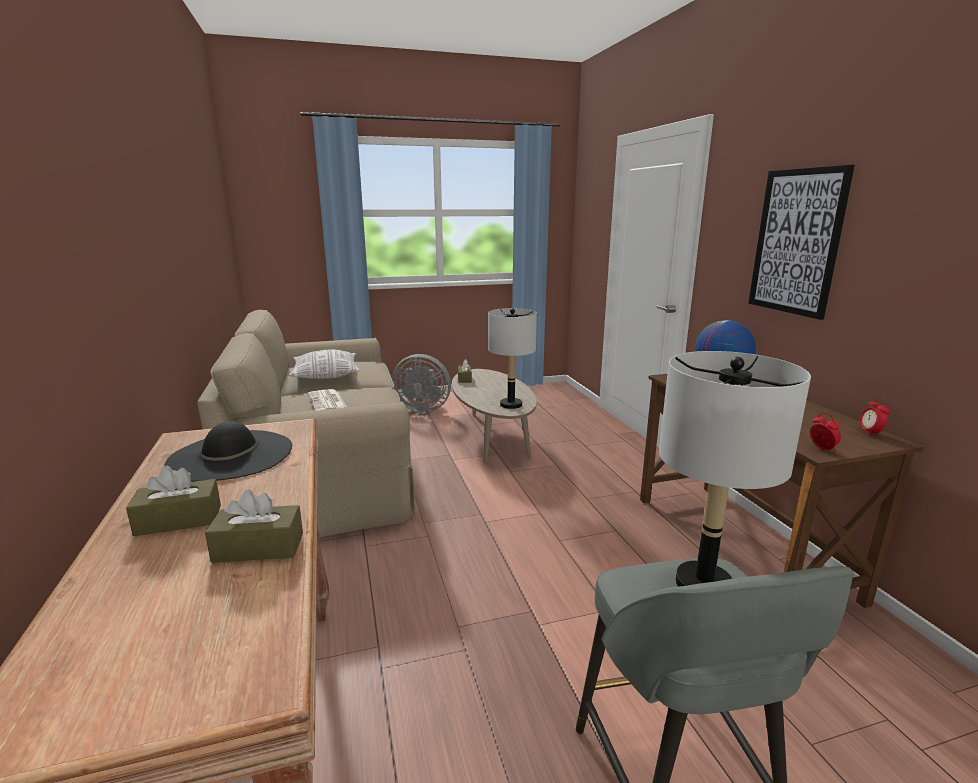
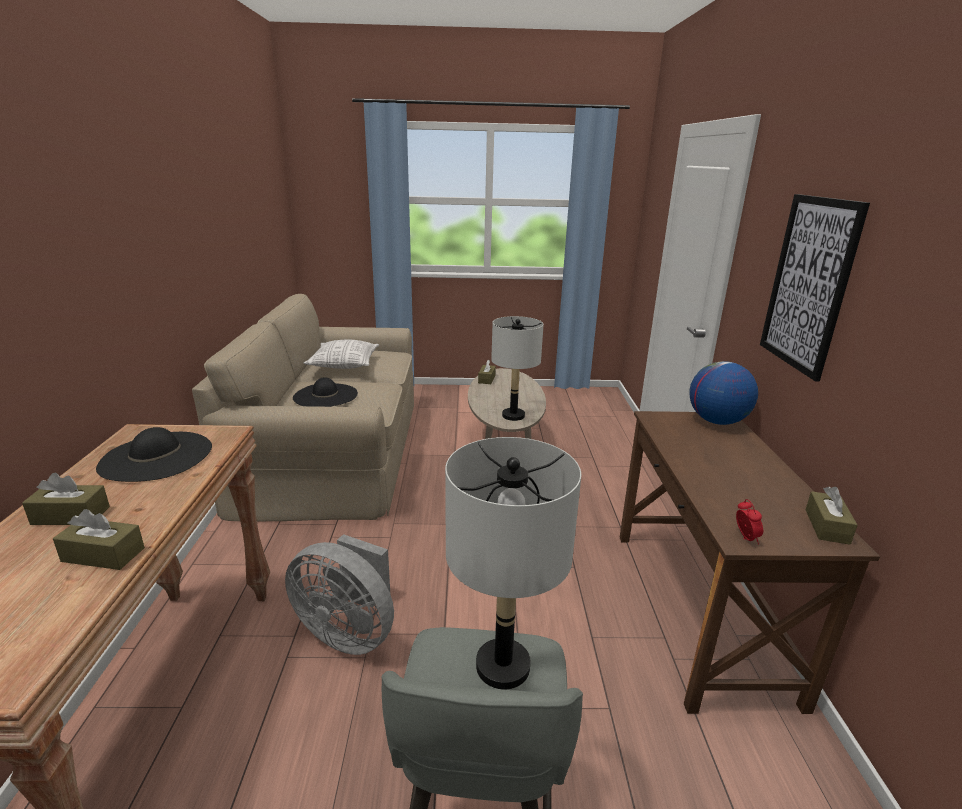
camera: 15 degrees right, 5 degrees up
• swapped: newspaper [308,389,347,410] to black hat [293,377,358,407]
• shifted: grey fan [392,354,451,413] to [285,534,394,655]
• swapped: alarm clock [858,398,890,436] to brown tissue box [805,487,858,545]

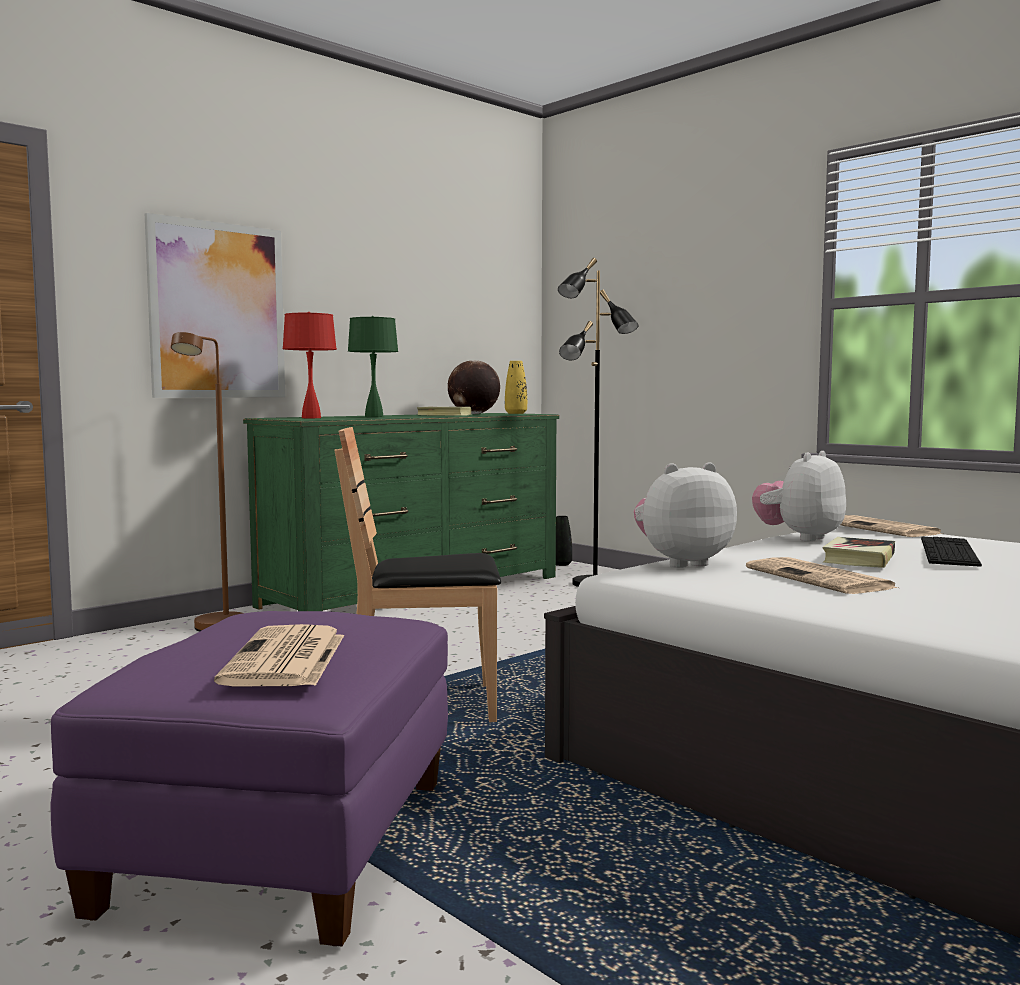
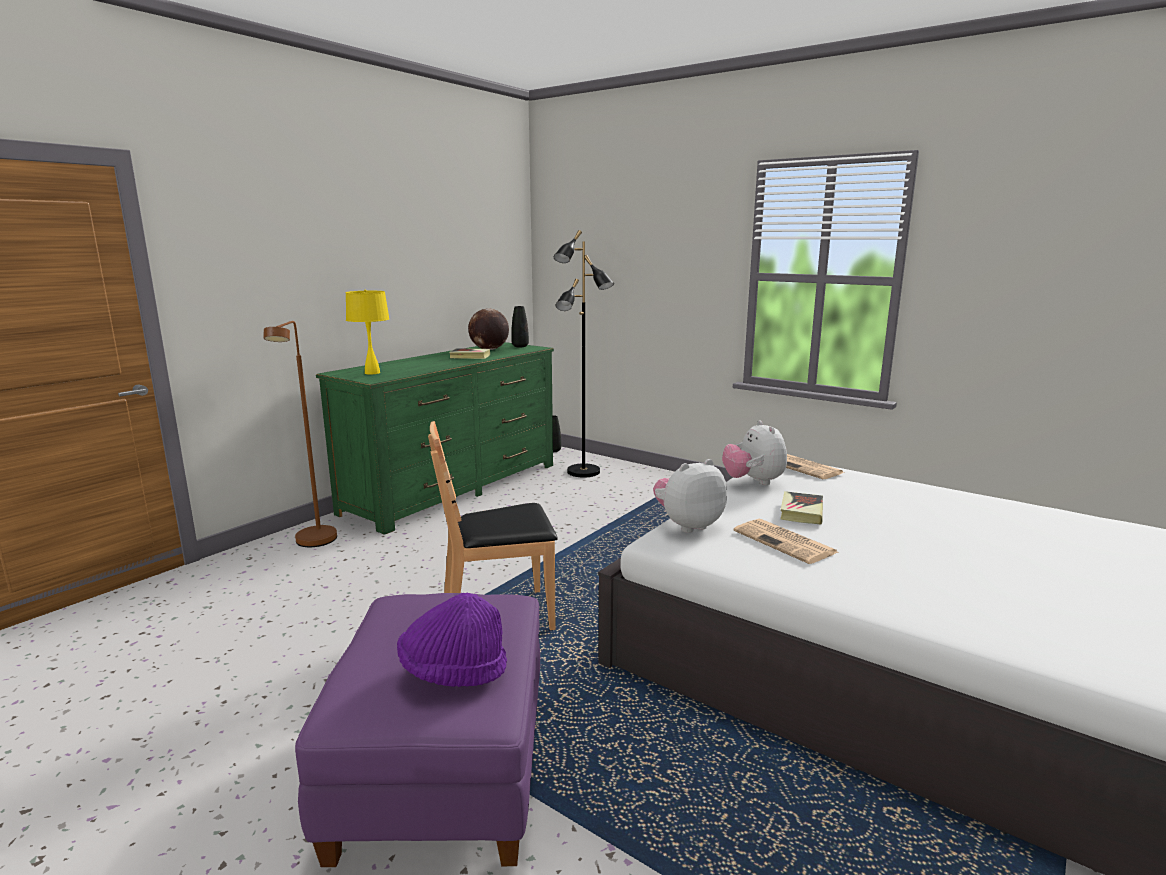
camera: 10 degrees left, 10 degrees up
• gone: picture [145,213,285,398]
• swapped: newspaper [214,624,344,686] to purple hat [397,593,507,687]
• repainted: red table lamp [283,312,337,418] to yellow table lamp [346,290,389,375]
• gone: green table lamp [348,316,398,417]
• repainted: yellow vase [505,361,527,414] to black vase [511,306,529,347]
• rotated: plush toy [752,451,846,542] = [722,420,787,485] 45 degrees counterclockwise
• gone: keyboard [921,537,982,567]

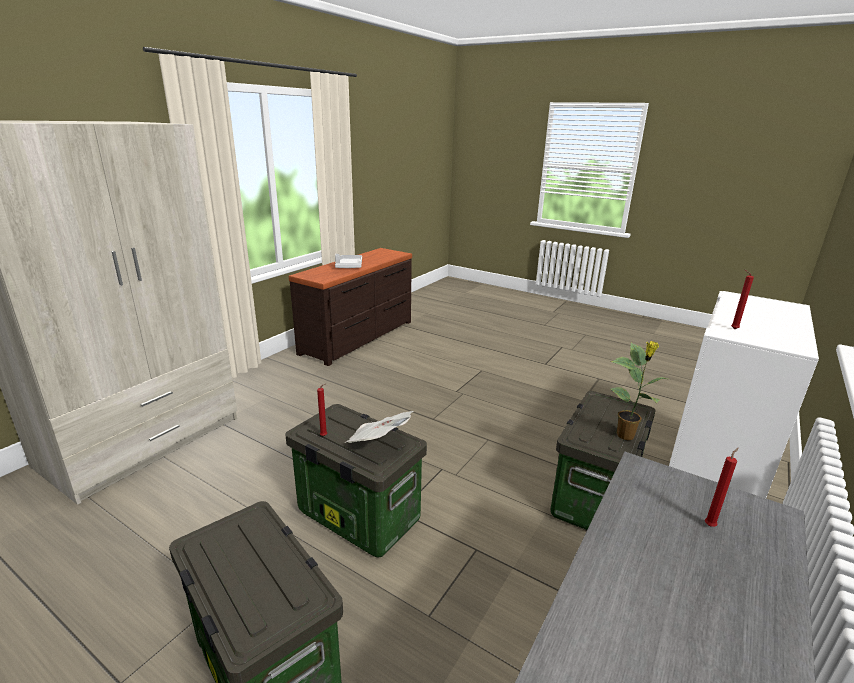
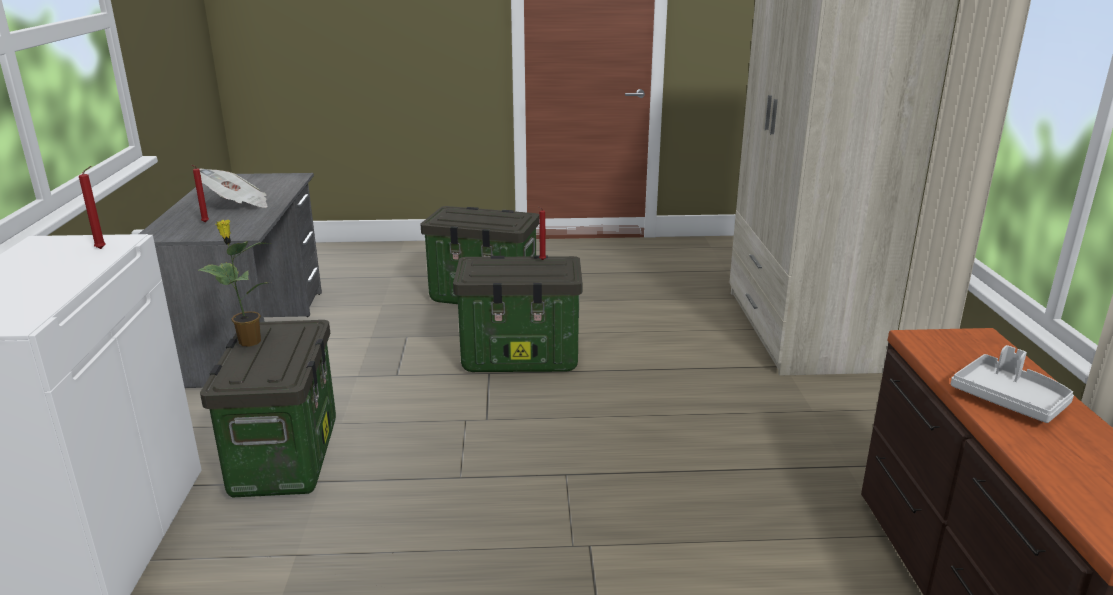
camera: 145 degrees right, 0 degrees up
• shifted: newspaper [345,411,414,443] to [200,169,268,208]

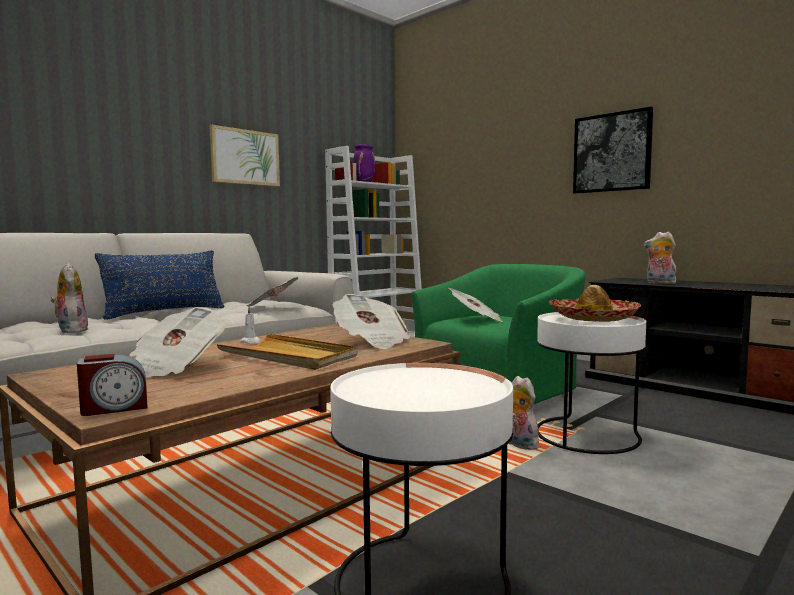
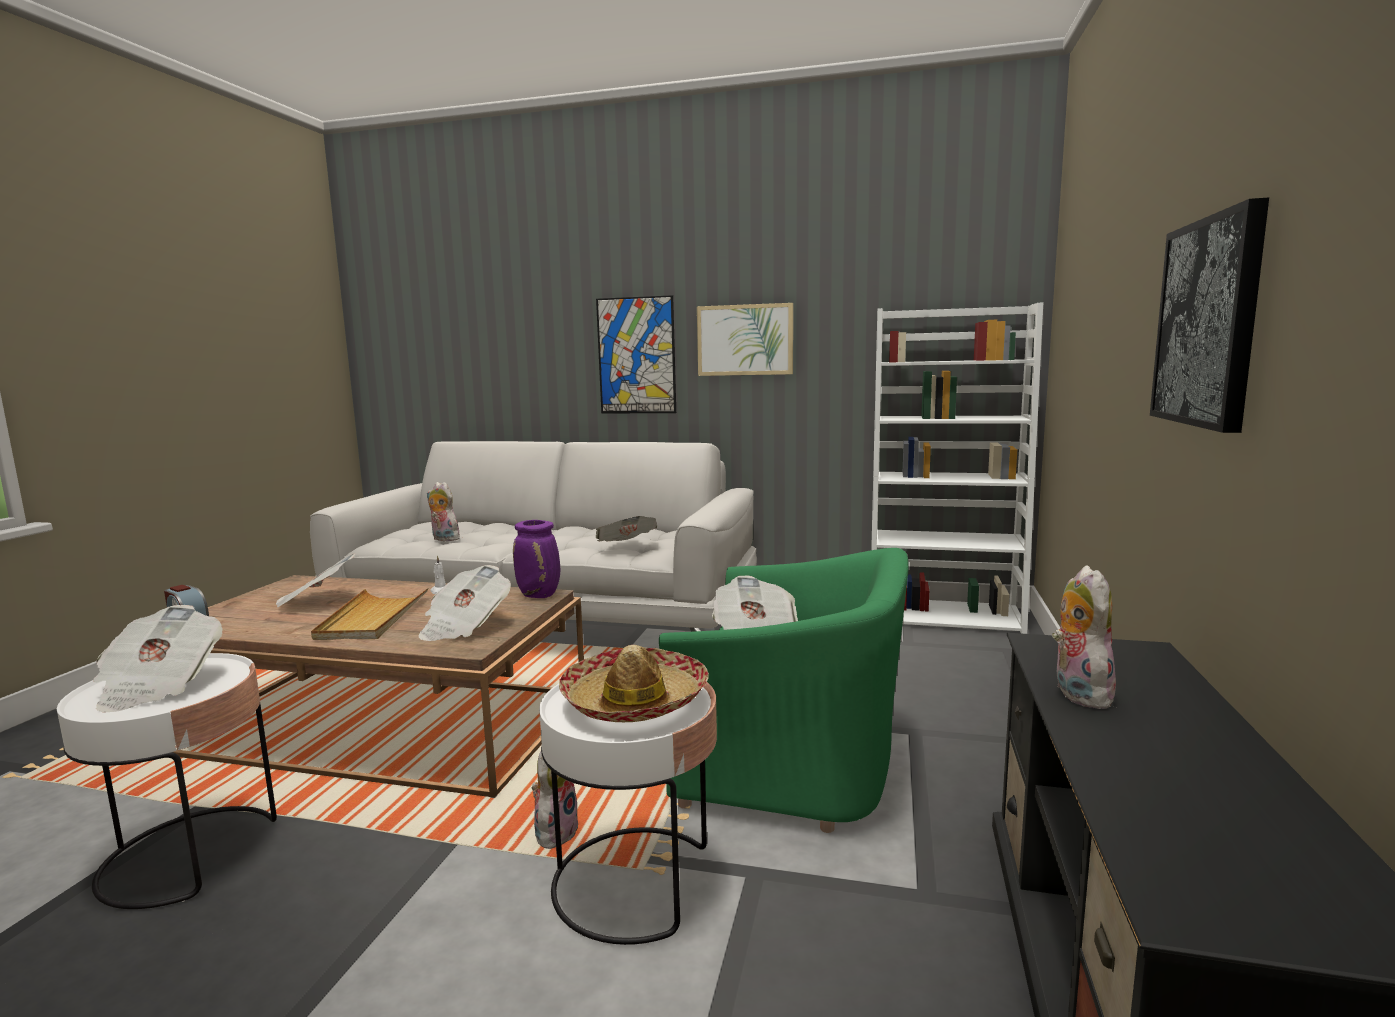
camera: 60 degrees right, 5 degrees up
• rotated: plush toy [51,263,89,333] = [427,482,461,541] 90 degrees counterclockwise
• gone: blue pillow [95,250,225,320]
• shifted: purple vase [353,144,375,182] to [513,520,560,598]
• new: newspaper [93,605,223,713]
• new: picture [596,295,676,414]

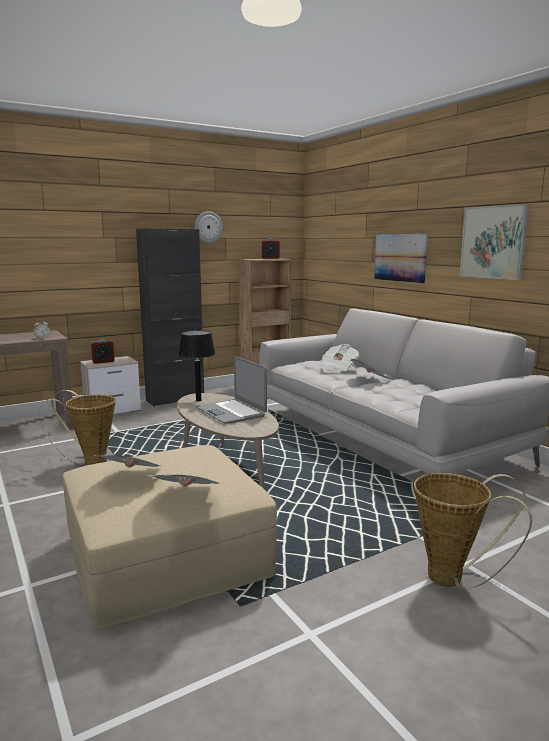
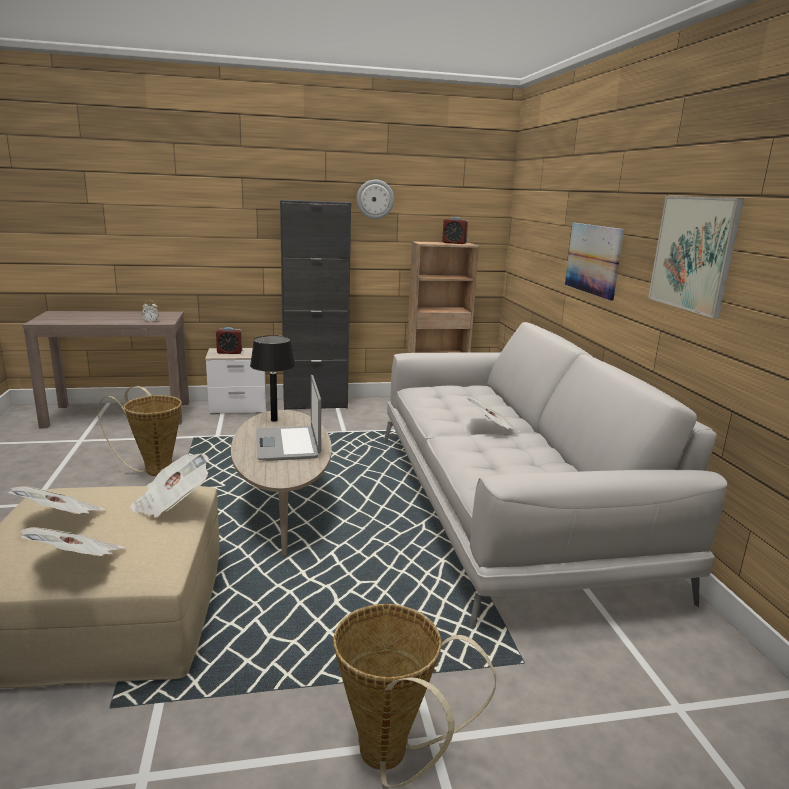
camera: 20 degrees right, 5 degrees up
• shifted: newspaper [321,344,359,373] to [130,454,209,518]

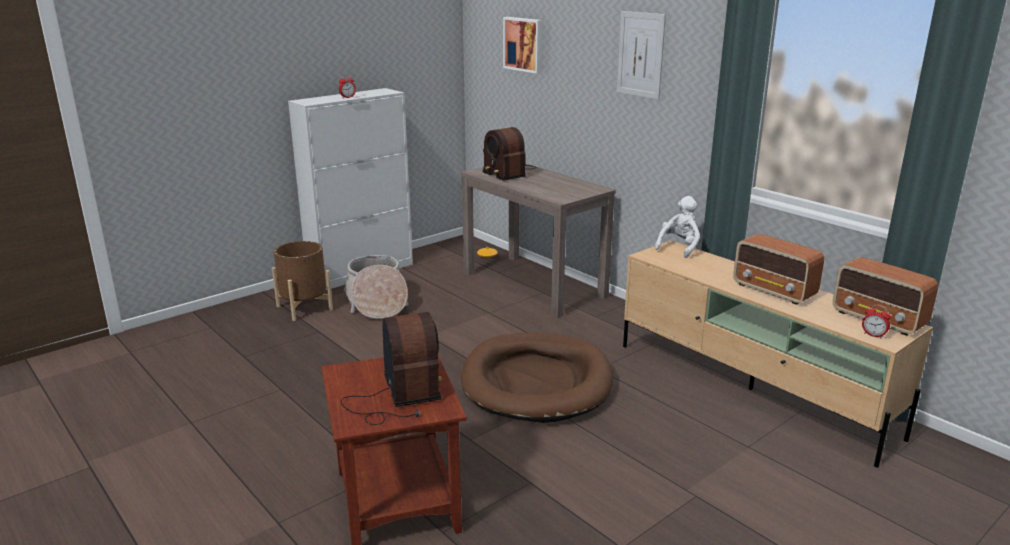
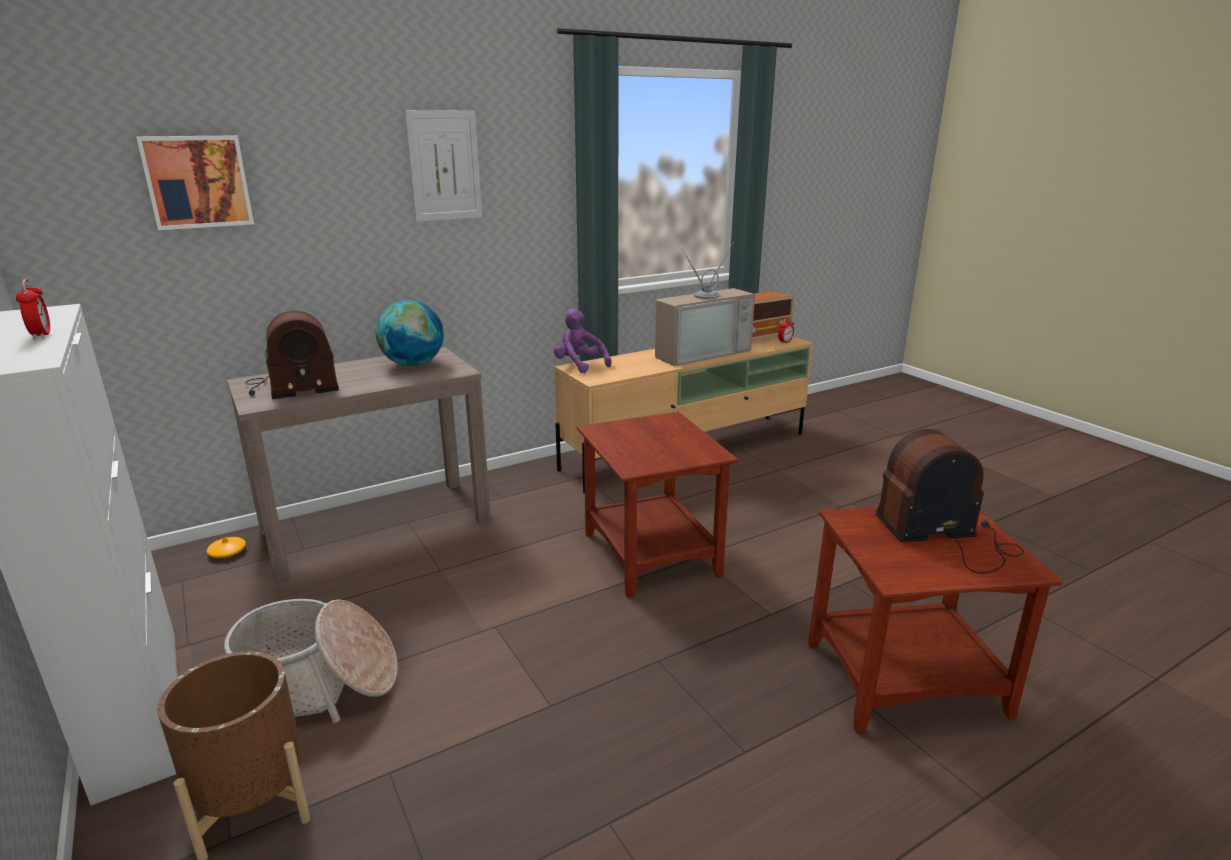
camera: 80 degrees left, 0 degrees up
• swapped: brown dog bed [461,332,613,423] to brown side table [577,412,738,598]
• repainted: white plush toy [655,196,700,258] to purple plush toy [554,309,612,373]
• swapped: radio [733,234,824,305] to television [655,243,755,366]
• new: globe [376,300,444,366]

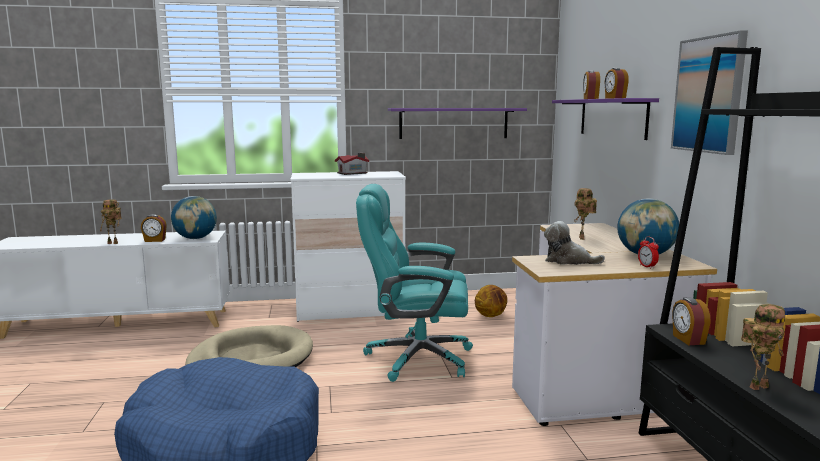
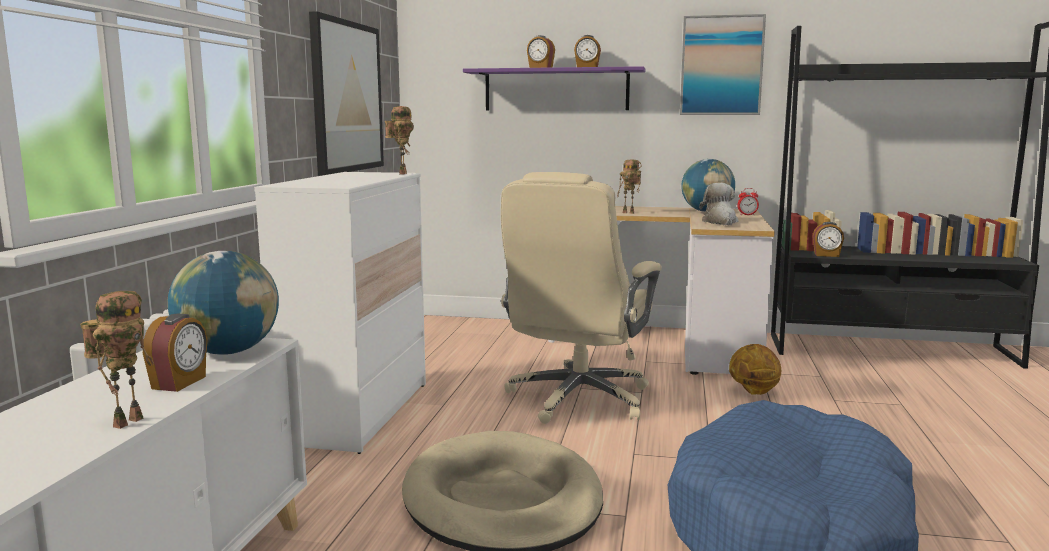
camera: 70 degrees left, 0 degrees up
• gone: toy house [335,153,369,175]
• repainted: turquoise office chair [356,184,473,382] to beige office chair [501,172,662,424]
• swapped: purple shelf [388,108,527,139] to picture [309,11,384,176]
• shifted: basketball [475,285,507,317] to [729,344,781,395]
• rotated: plush toy [544,221,605,265] = [699,183,738,226] 135 degrees clockwise
• shifted: toy robot [741,304,785,390] to [385,106,414,174]

